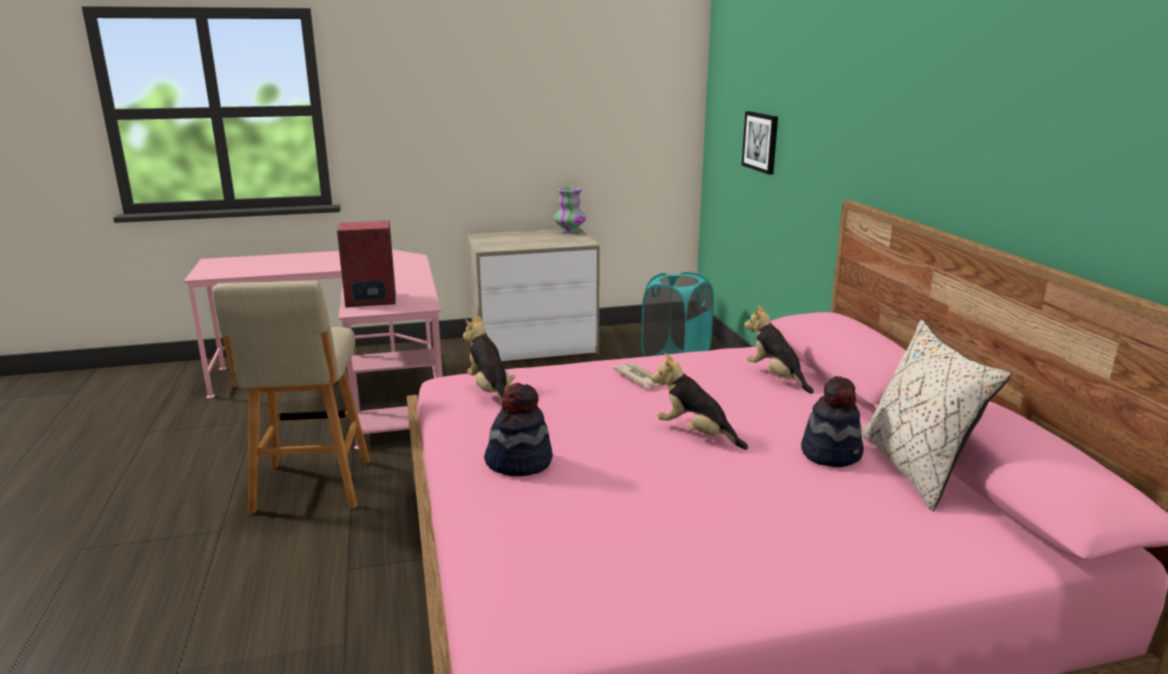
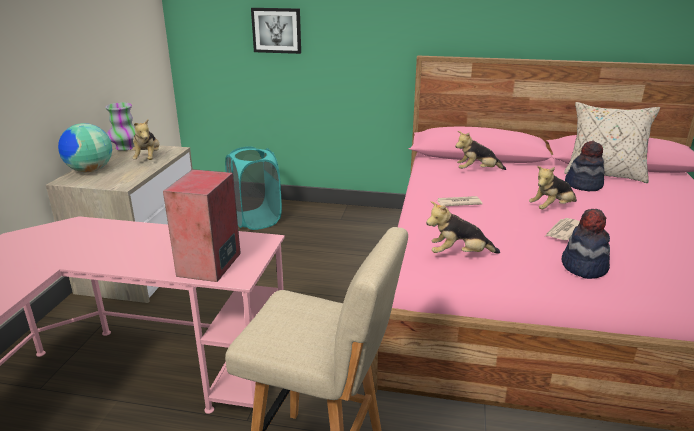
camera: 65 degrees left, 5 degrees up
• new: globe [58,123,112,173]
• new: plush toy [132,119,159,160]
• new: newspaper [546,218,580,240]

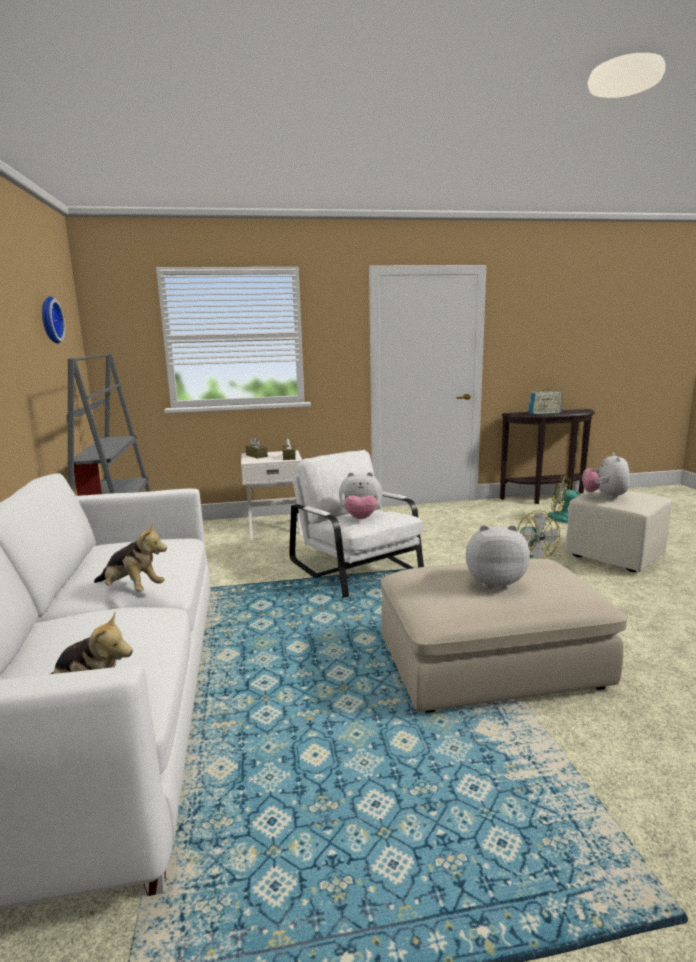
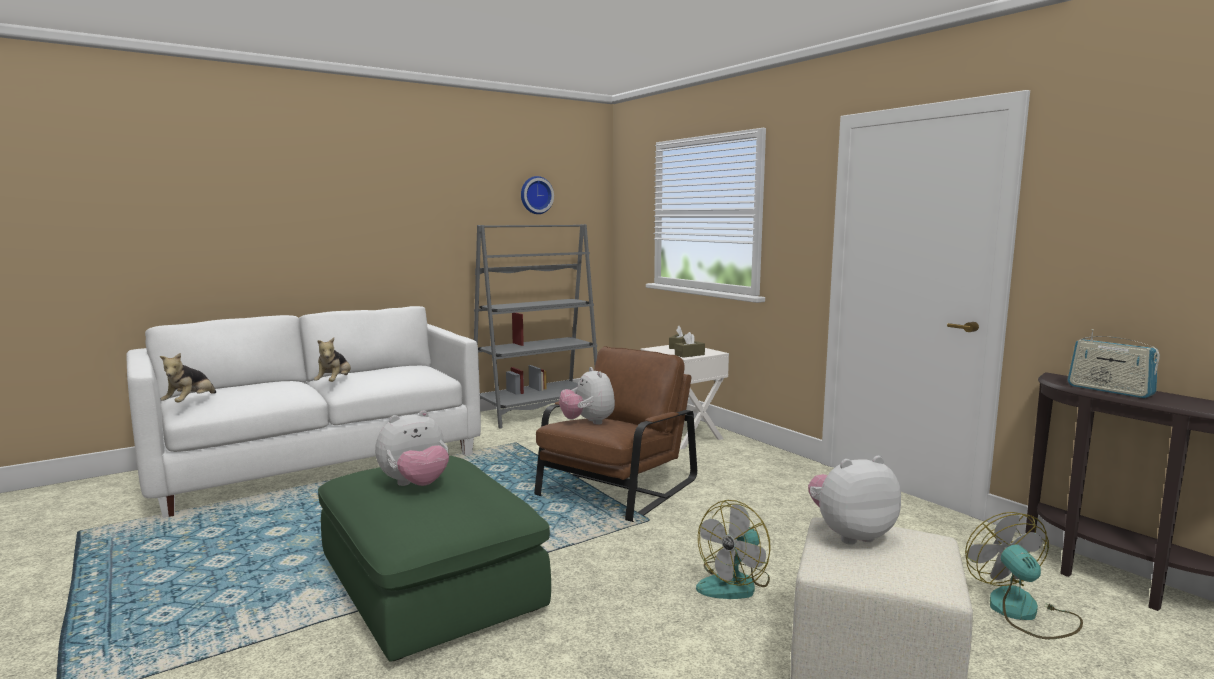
camera: 65 degrees right, 5 degrees down
• repainted: white armchair [289,450,424,598] to brown armchair [534,346,697,522]
• repainted: beige ottoman [381,558,627,713] to green ottoman [318,456,551,662]
• rotated: plush toy [466,525,530,589] = [375,410,449,486] 75 degrees clockwise

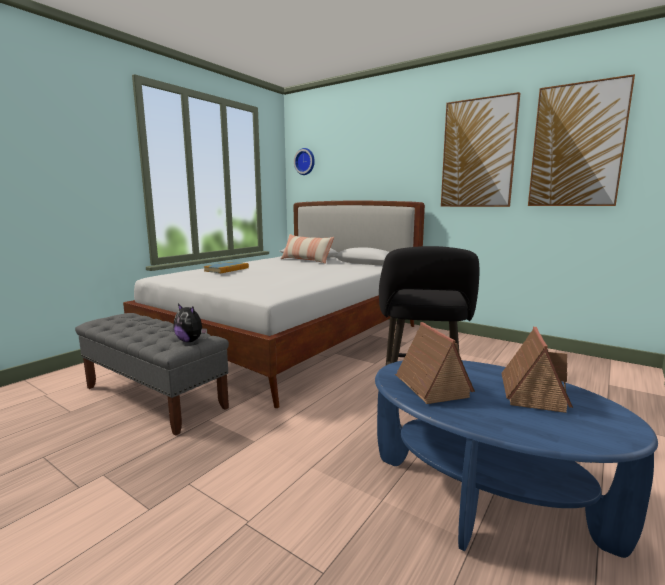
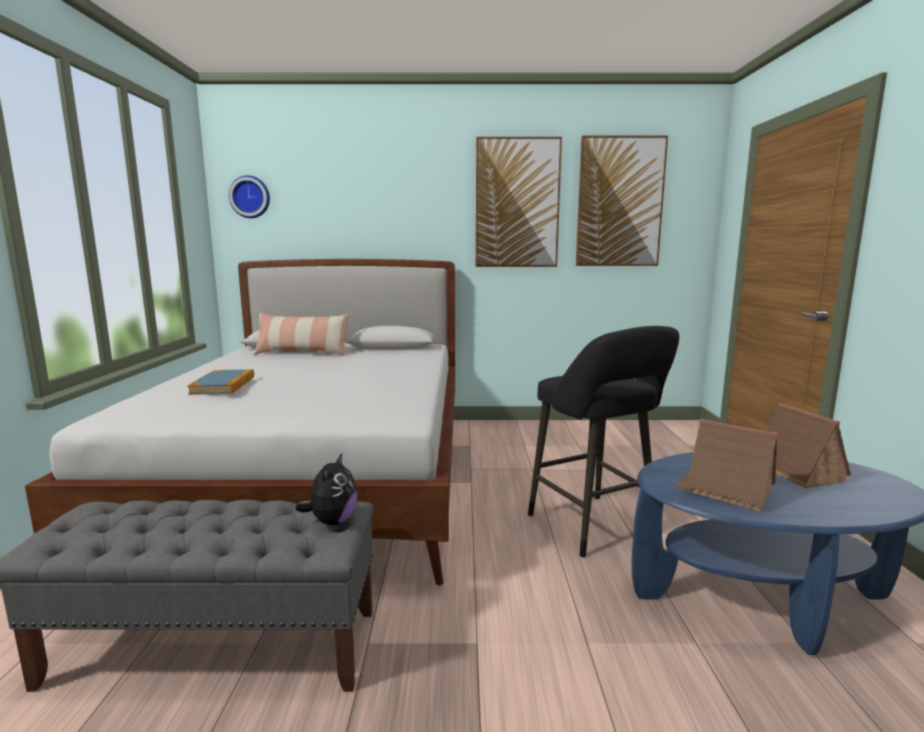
camera: 35 degrees left, 0 degrees up
• rotated: plush toy [173,304,207,342] = [295,453,358,525] 75 degrees counterclockwise

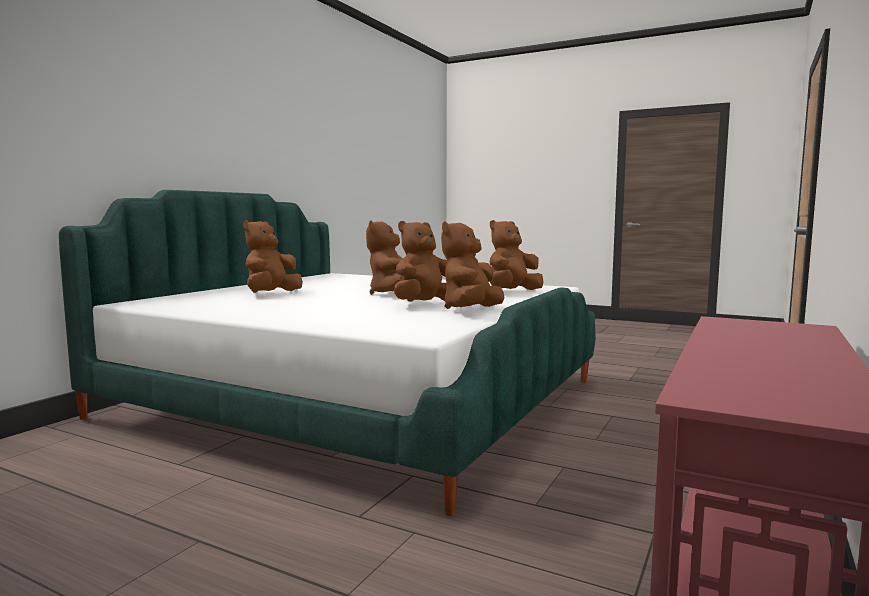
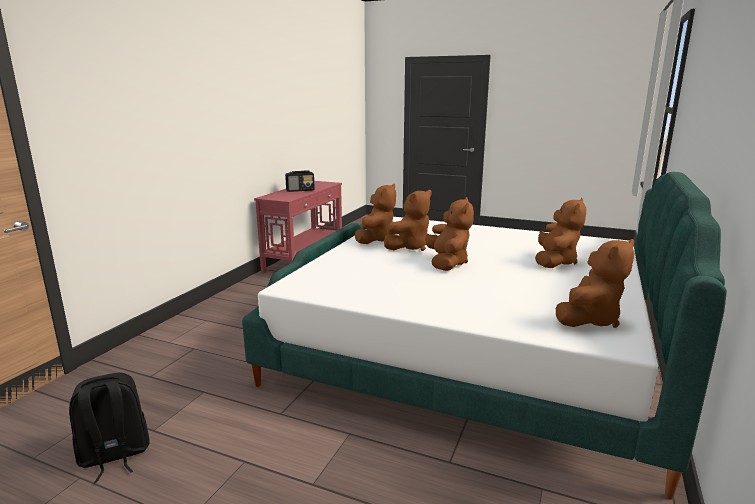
camera: 175 degrees right, 10 degrees up
• shifted: brown plush toy [490,220,544,290] to [556,239,635,328]
• new: black backpack [69,373,149,483]
• new: radio [285,170,315,192]

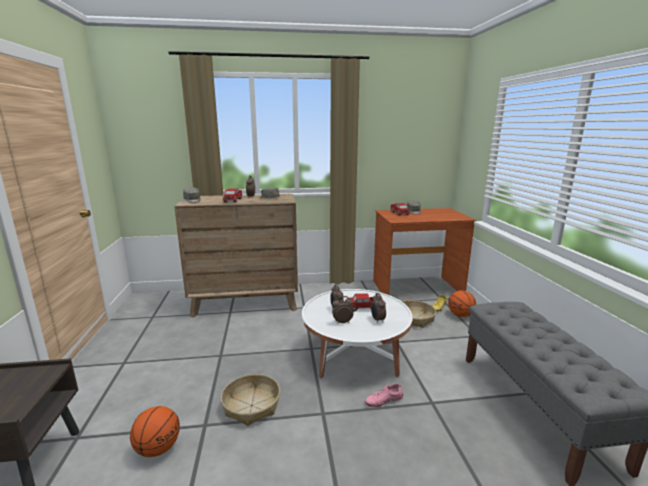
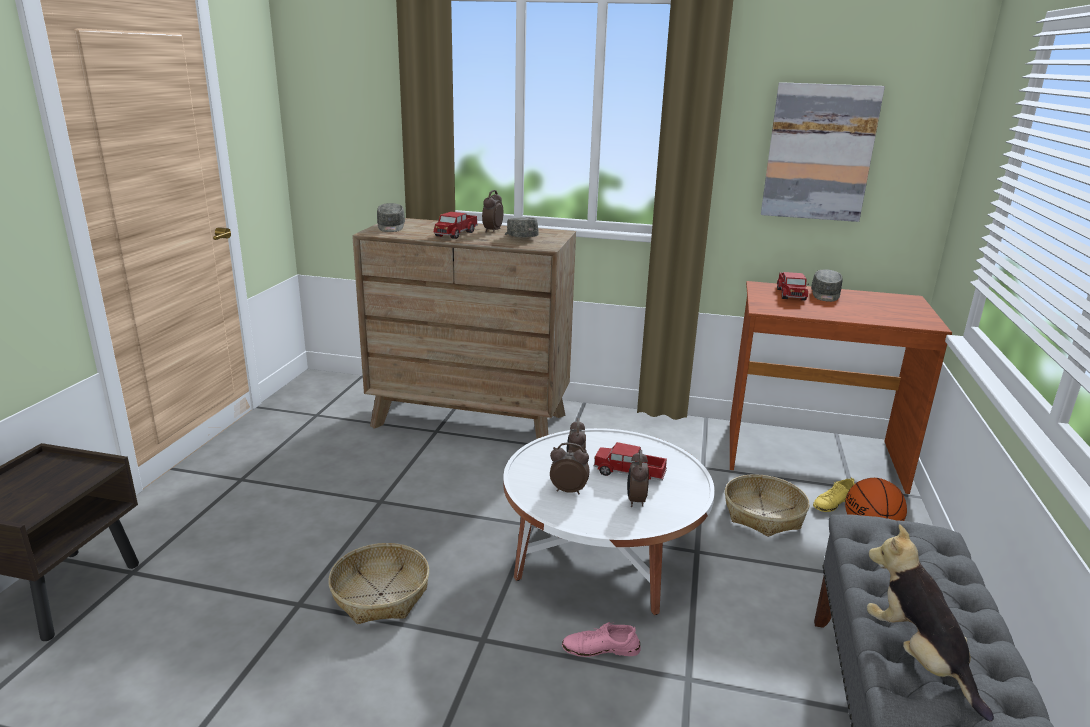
camera: 20 degrees right, 5 degrees up
• gone: basketball [130,406,180,457]
• new: picture [761,82,885,222]
• new: plush toy [867,524,994,721]

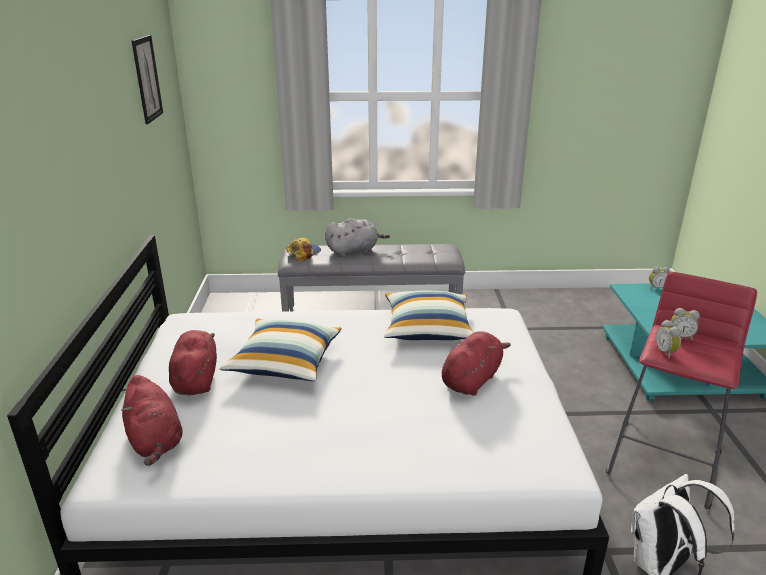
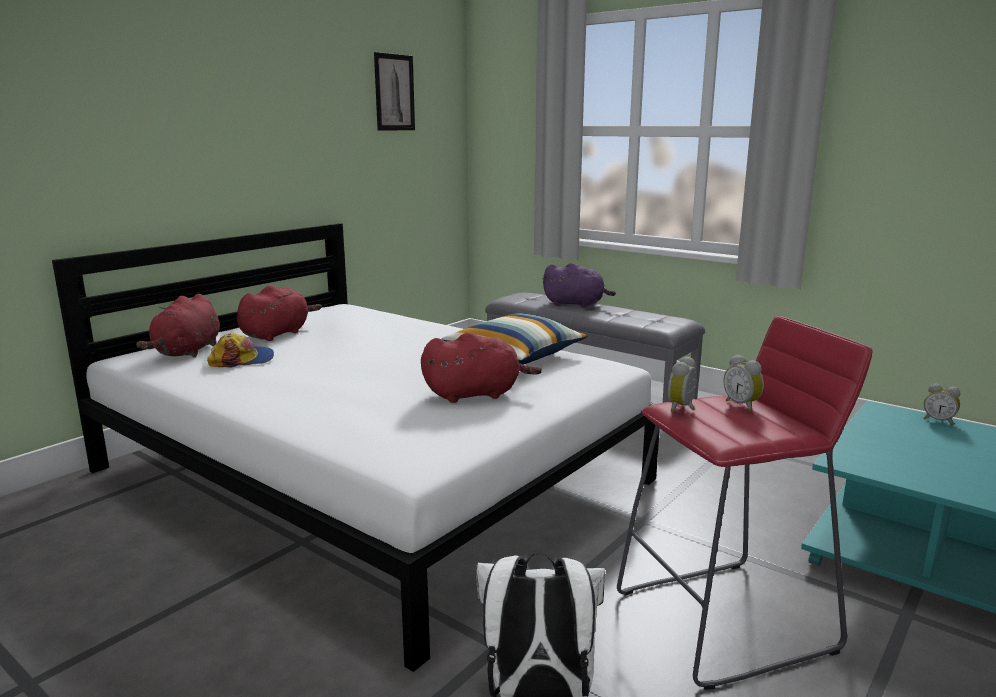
camera: 40 degrees right, 10 degrees down
• gone: pillow [220,319,341,381]
• shifted: cap [286,238,321,261] to [207,333,274,367]
• repainted: grey plush toy [325,218,390,257] to purple plush toy [542,263,616,308]

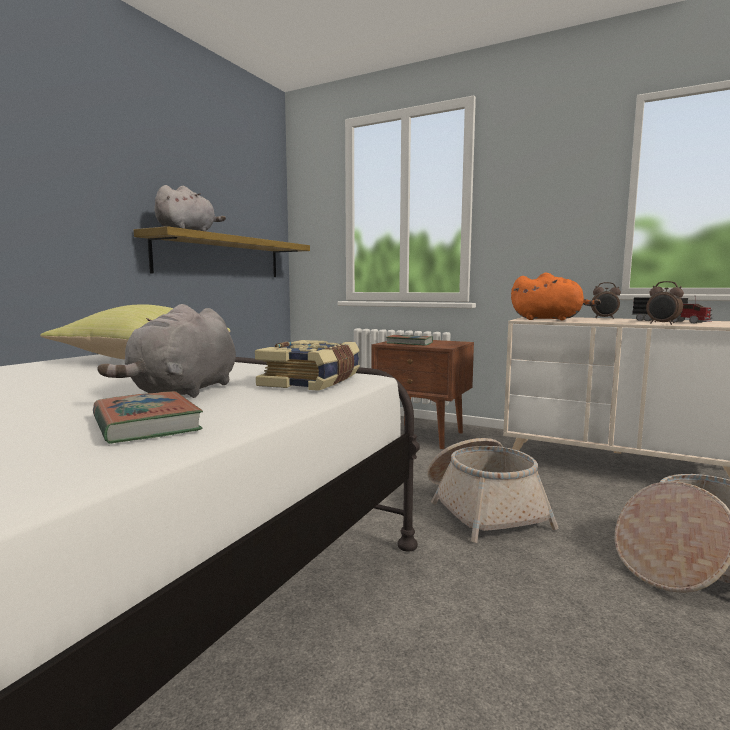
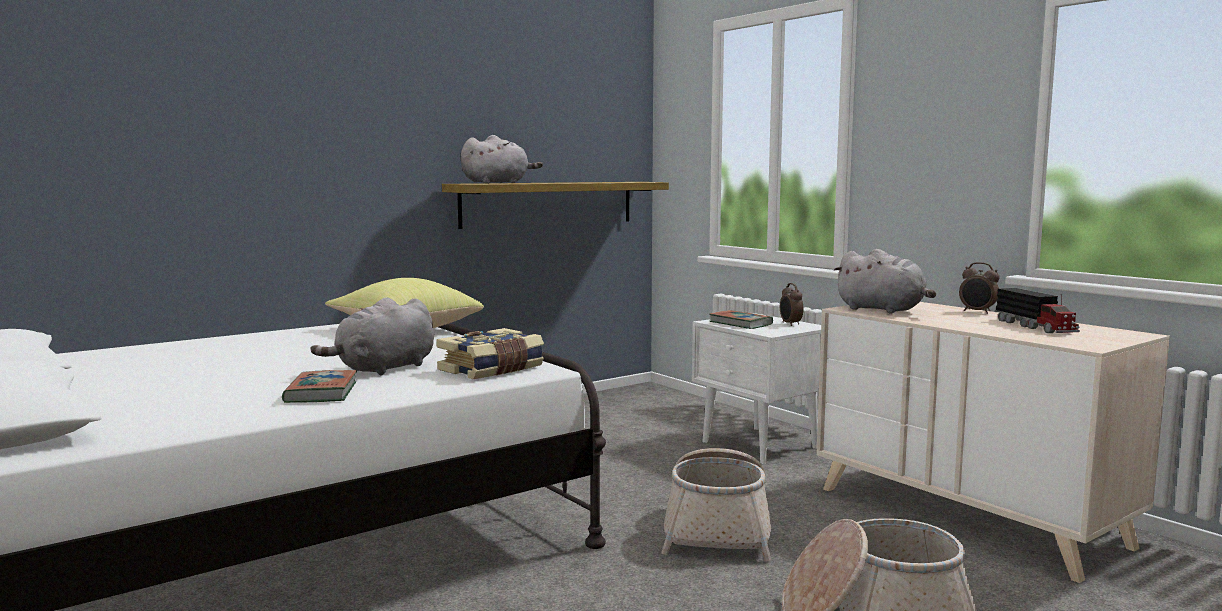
camera: 25 degrees right, 0 degrees up
• repainted: brown nightstand [372,340,474,449] to white nightstand [692,313,821,464]
• repainted: orange plush toy [511,272,601,320] to grey plush toy [834,249,936,313]
• shifted: alarm clock [646,281,684,325] to [780,283,803,326]

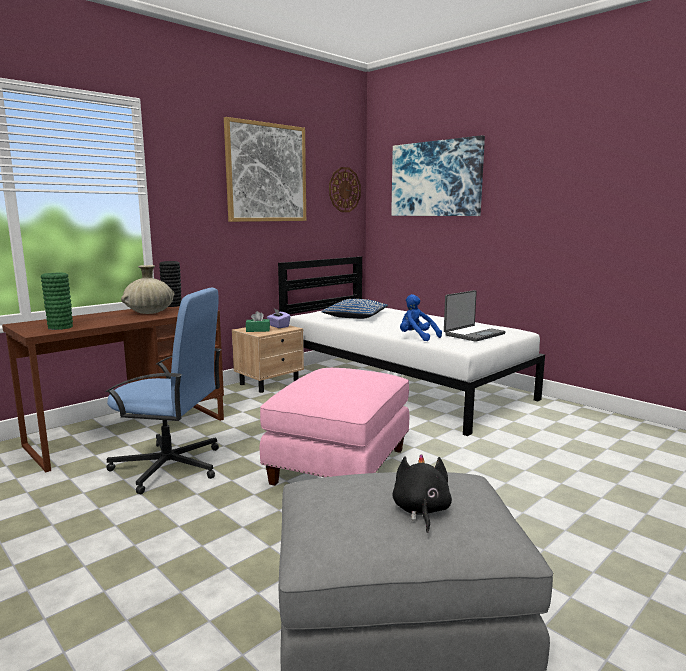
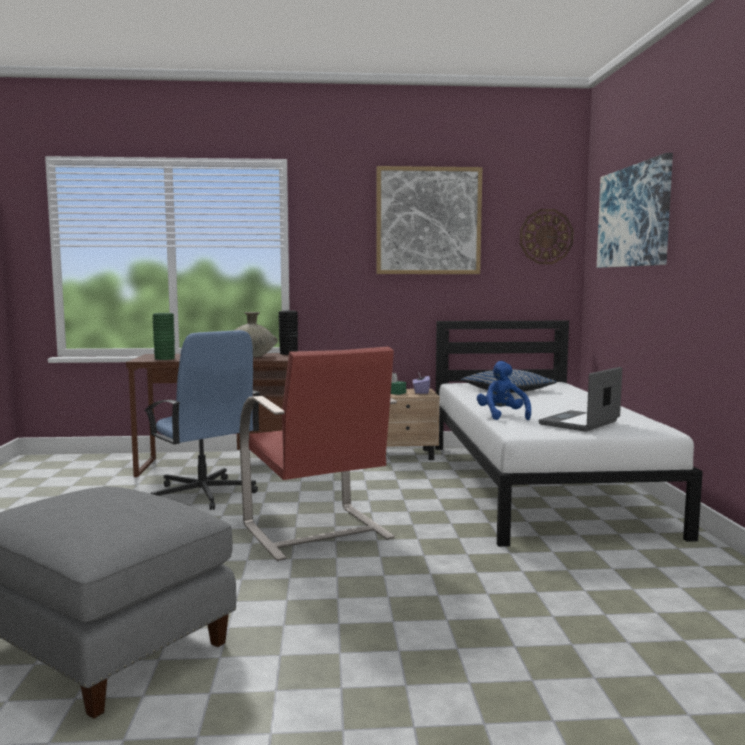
camera: 40 degrees right, 5 degrees down
• swapped: pink ottoman [260,368,409,486] to red armchair [239,346,397,561]
• gone: black plush toy [392,454,452,533]
• rotated: laptop [444,290,506,342] = [539,367,622,432] 135 degrees clockwise

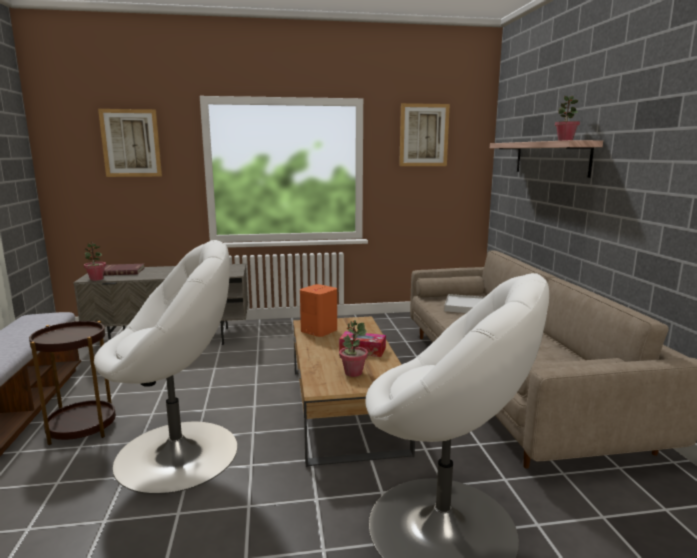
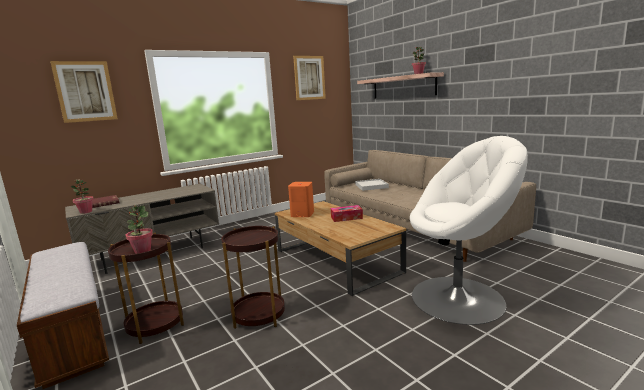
camera: 25 degrees left, 0 degrees up
• swapped: white armchair [94,240,238,494] to brown side table [221,226,285,329]
• shifted: potted plant [339,320,368,377] to [125,205,153,254]

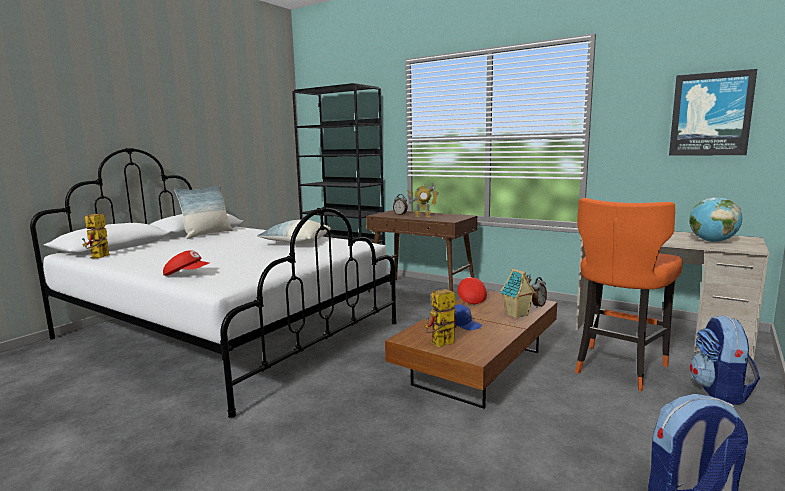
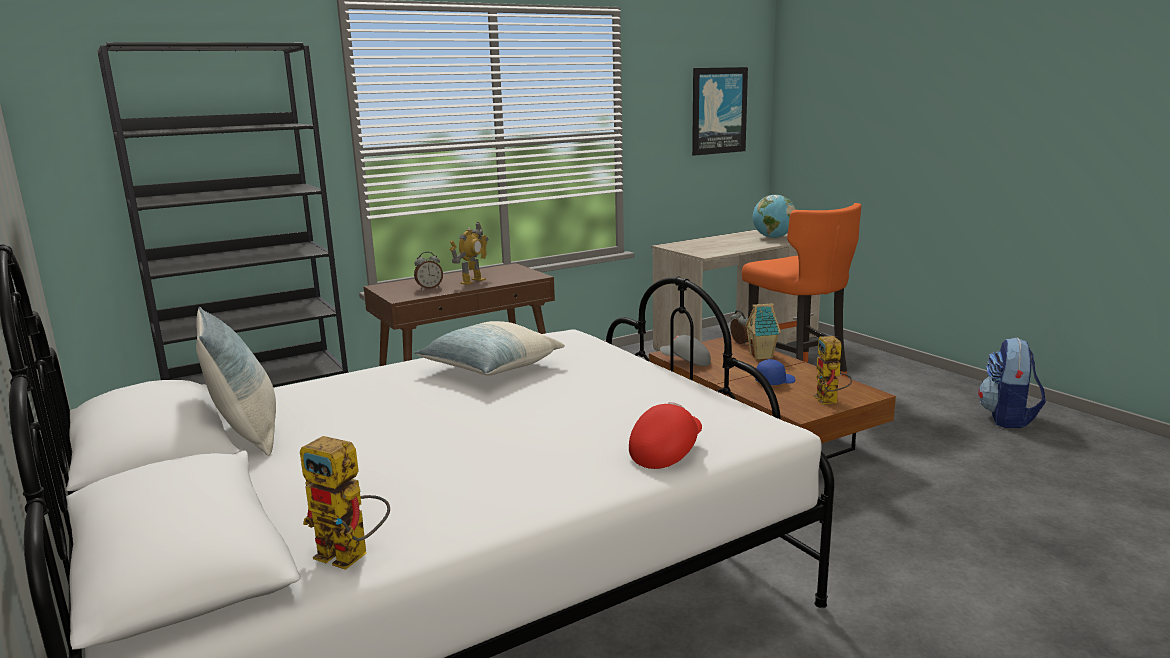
camera: 65 degrees left, 5 degrees up
• repainted: red cap [457,277,487,304] to grey cap [660,335,711,366]
• gone: backpack [690,315,760,405]

